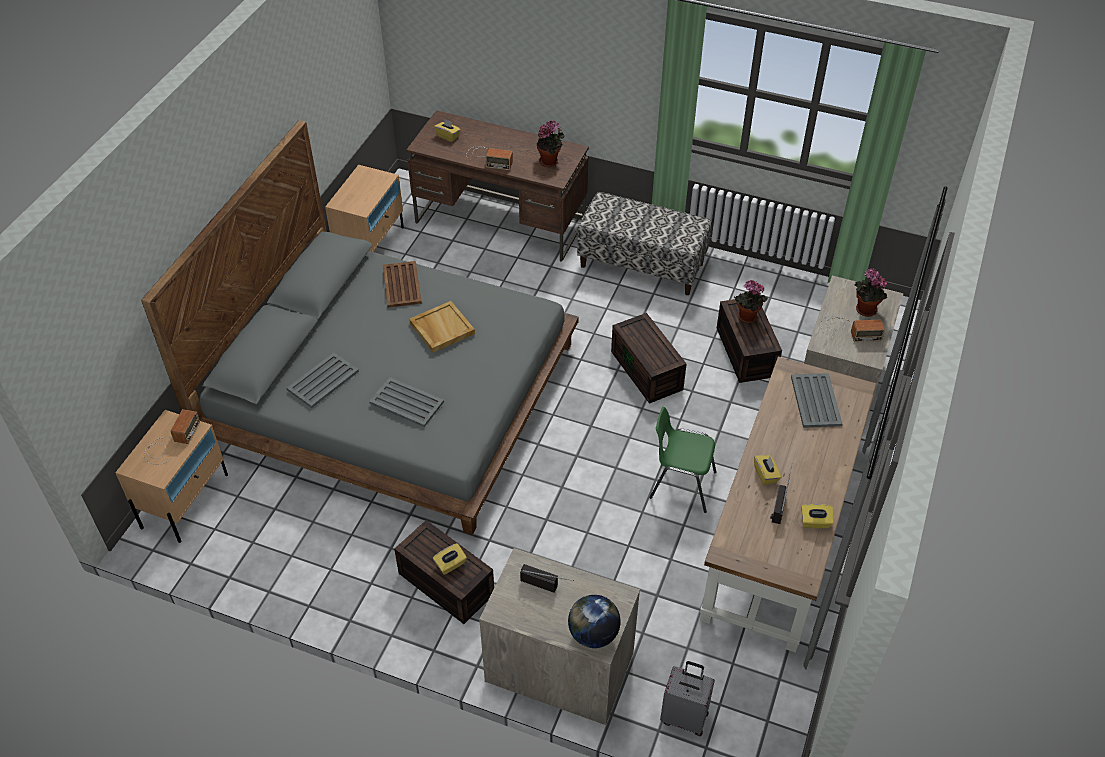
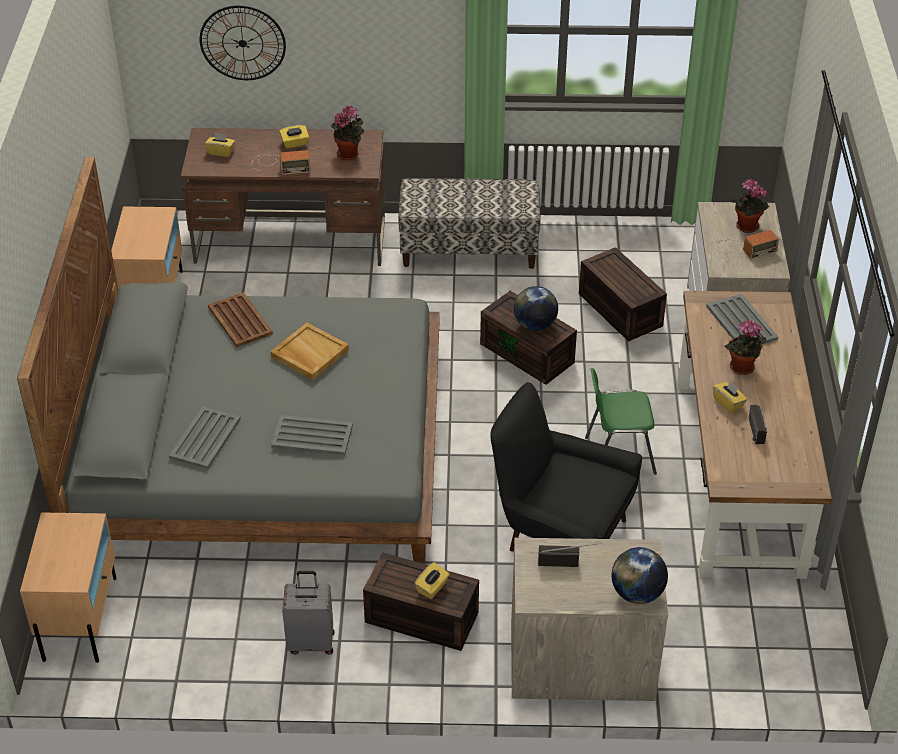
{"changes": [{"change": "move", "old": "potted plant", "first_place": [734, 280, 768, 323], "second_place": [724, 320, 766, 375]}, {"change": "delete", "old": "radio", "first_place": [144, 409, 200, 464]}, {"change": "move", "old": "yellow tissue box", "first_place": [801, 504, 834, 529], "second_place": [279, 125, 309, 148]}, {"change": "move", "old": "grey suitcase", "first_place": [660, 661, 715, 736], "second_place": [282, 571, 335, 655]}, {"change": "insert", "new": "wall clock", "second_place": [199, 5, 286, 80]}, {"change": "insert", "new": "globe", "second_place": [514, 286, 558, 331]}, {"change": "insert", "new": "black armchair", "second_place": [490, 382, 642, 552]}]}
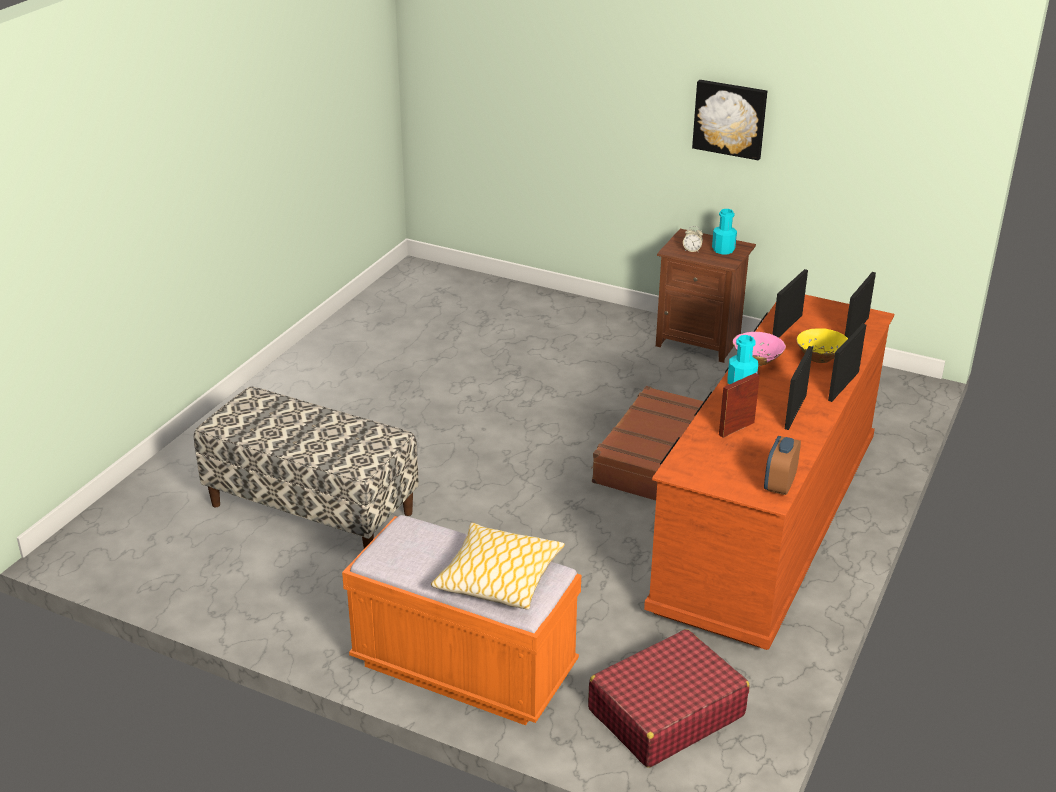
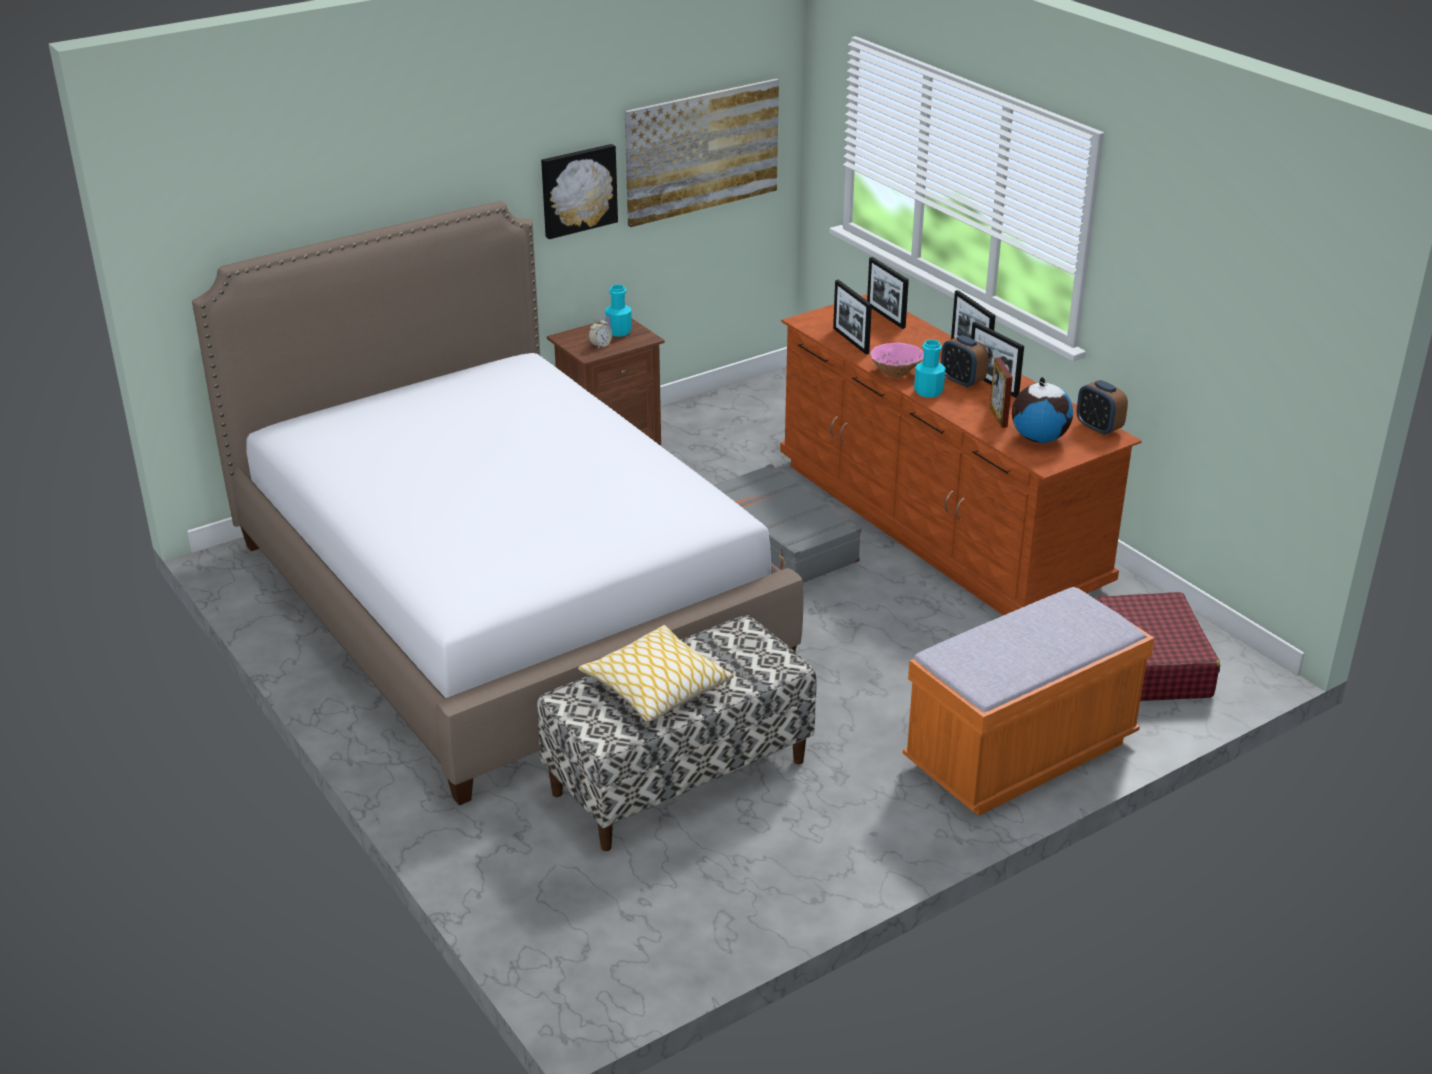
{"changes": [{"change": "delete", "old": "yellow bowl", "first_place": [796, 328, 848, 363]}, {"change": "recolor", "old": "brown suitcase", "new": "grey suitcase", "first_place": [591, 386, 704, 500], "second_place": [714, 464, 861, 583]}, {"change": "move", "old": "pillow", "first_place": [431, 523, 565, 610], "second_place": [578, 625, 734, 722]}, {"change": "insert", "new": "picture", "second_place": [625, 78, 779, 227]}, {"change": "insert", "new": "bed", "second_place": [192, 201, 803, 805]}, {"change": "insert", "new": "alarm clock", "second_place": [941, 335, 988, 388]}, {"change": "insert", "new": "globe", "second_place": [1012, 377, 1073, 443]}]}
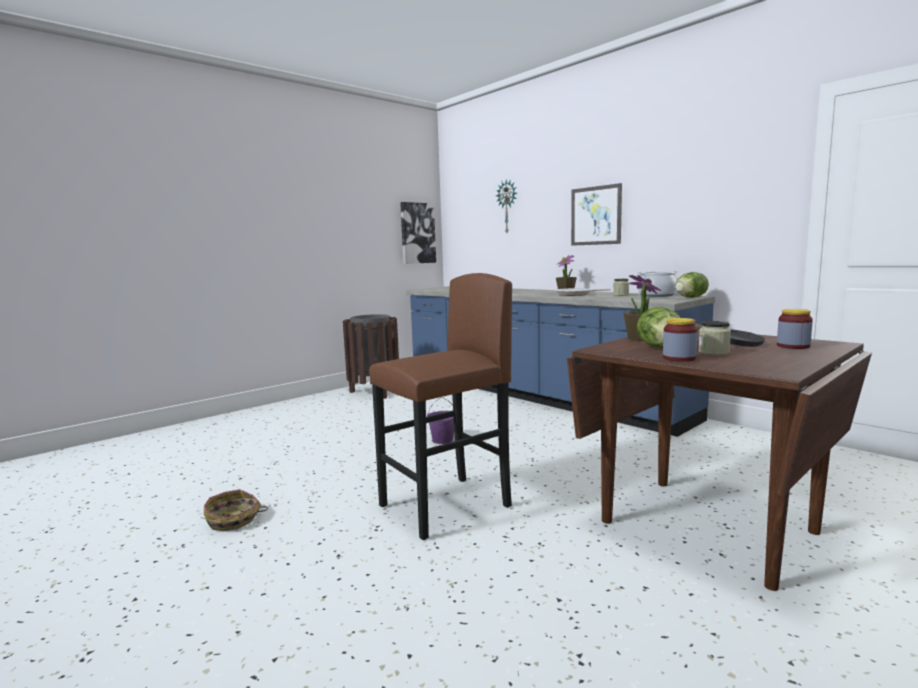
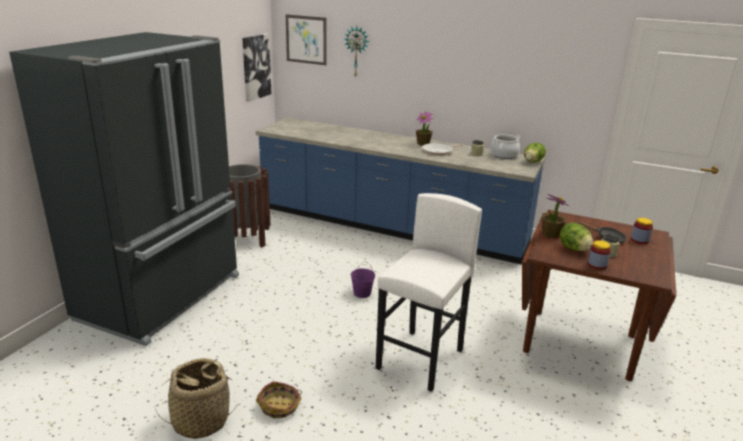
{"changes": [{"change": "move", "old": "picture", "first_place": [571, 183, 622, 246], "second_place": [286, 14, 327, 65]}, {"change": "recolor", "old": "brown stool", "new": "white stool", "first_place": [369, 273, 512, 540], "second_place": [376, 193, 482, 392]}, {"change": "insert", "new": "black fridge", "second_place": [9, 32, 239, 346]}, {"change": "insert", "new": "basket", "second_place": [154, 358, 236, 439]}]}
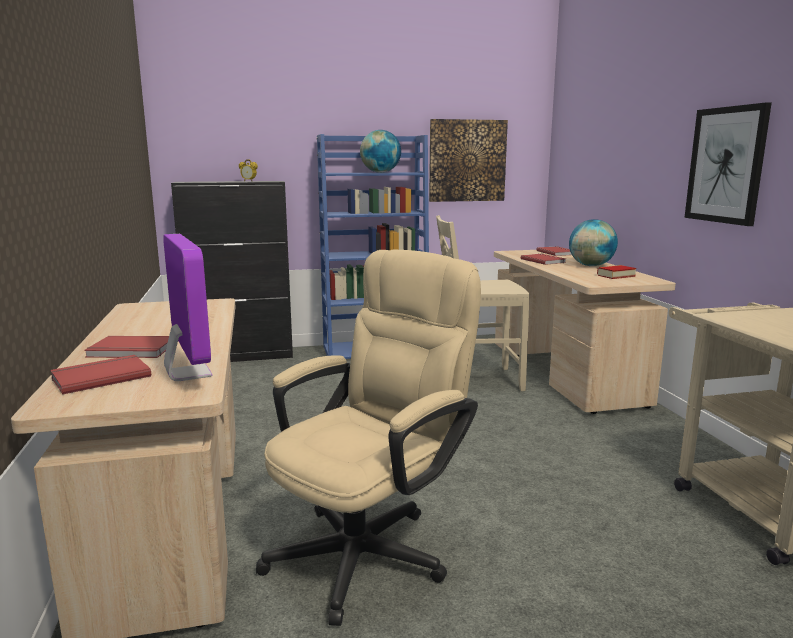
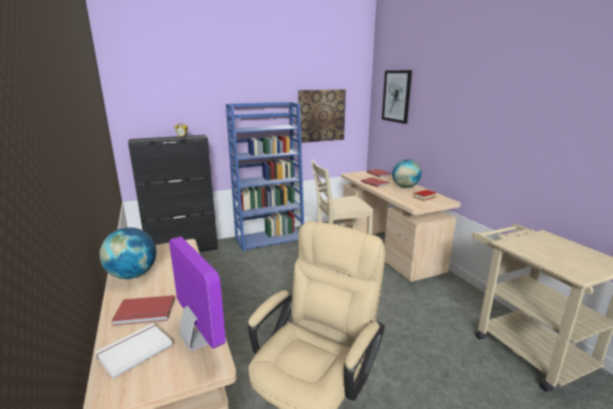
{"changes": [{"change": "move", "old": "picture", "first_place": [684, 102, 772, 226], "second_place": [382, 70, 412, 124]}, {"change": "move", "old": "globe", "first_place": [360, 130, 401, 173], "second_place": [100, 227, 157, 279]}, {"change": "recolor", "old": "red book", "new": "white book", "first_place": [50, 355, 151, 395], "second_place": [95, 323, 173, 379]}]}
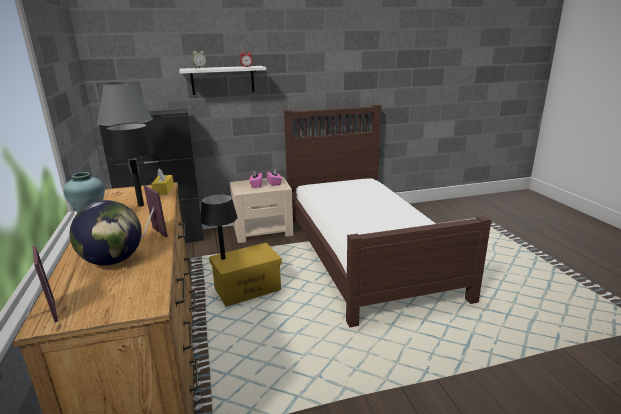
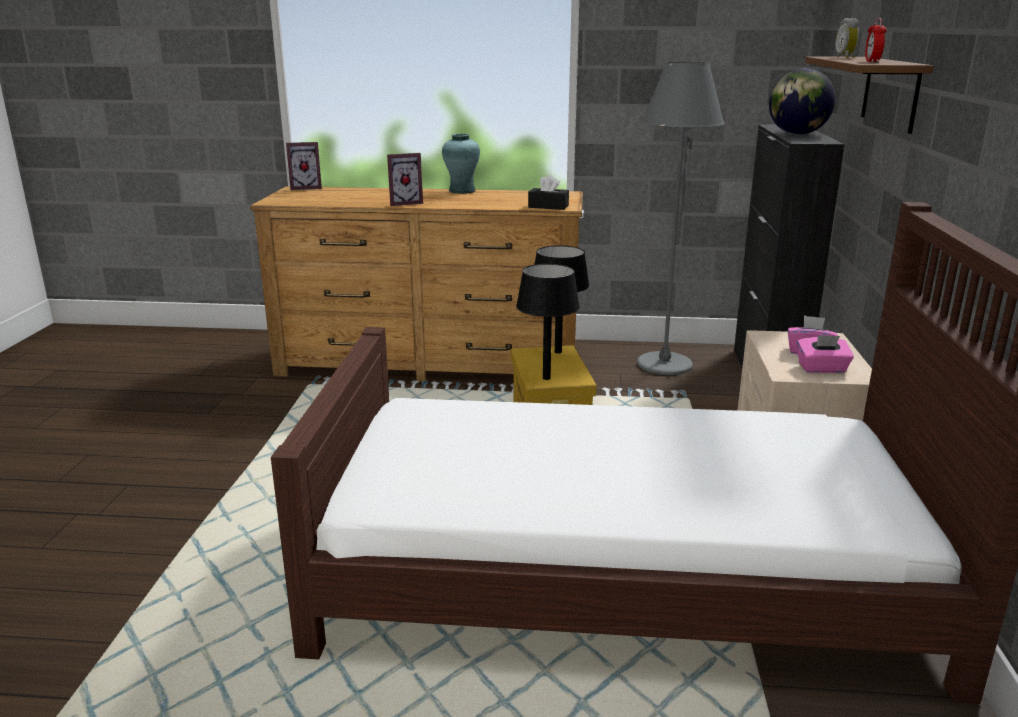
{"changes": [{"change": "recolor", "old": "white shelf", "new": "brown shelf", "first_place": [179, 66, 266, 95], "second_place": [805, 56, 933, 134]}, {"change": "move", "old": "black table lamp", "first_place": [106, 123, 156, 207], "second_place": [516, 264, 580, 380]}, {"change": "recolor", "old": "yellow tissue box", "new": "black tissue box", "first_place": [151, 169, 174, 195], "second_place": [528, 174, 569, 210]}, {"change": "move", "old": "globe", "first_place": [70, 200, 142, 266], "second_place": [769, 68, 835, 135]}]}
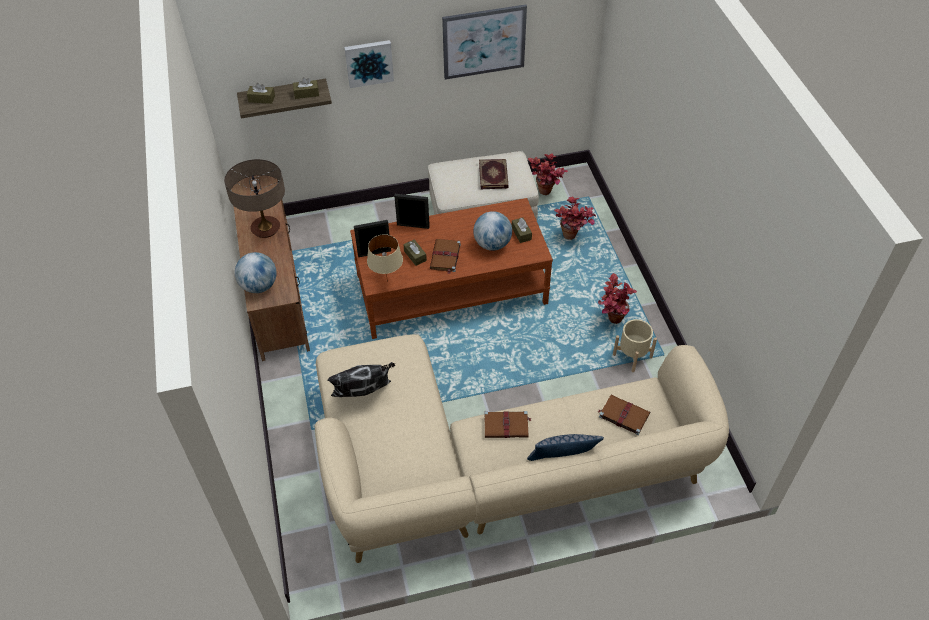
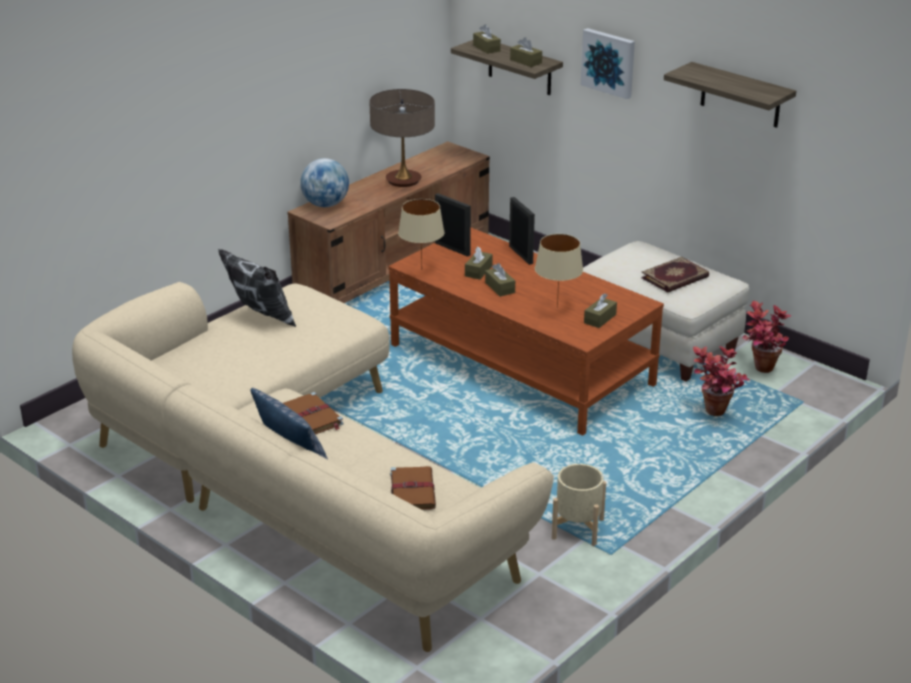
{"changes": [{"change": "replace", "old": "picture", "new": "shelf", "first_place": [442, 4, 527, 80], "second_place": [664, 62, 796, 128]}, {"change": "replace", "old": "globe", "new": "beige table lamp", "first_place": [473, 211, 512, 251], "second_place": [535, 234, 583, 308]}, {"change": "replace", "old": "brown book", "new": "brown tissue box", "first_place": [430, 239, 461, 274], "second_place": [485, 263, 515, 297]}, {"change": "delete", "old": "potted plant", "first_place": [598, 273, 637, 324]}]}
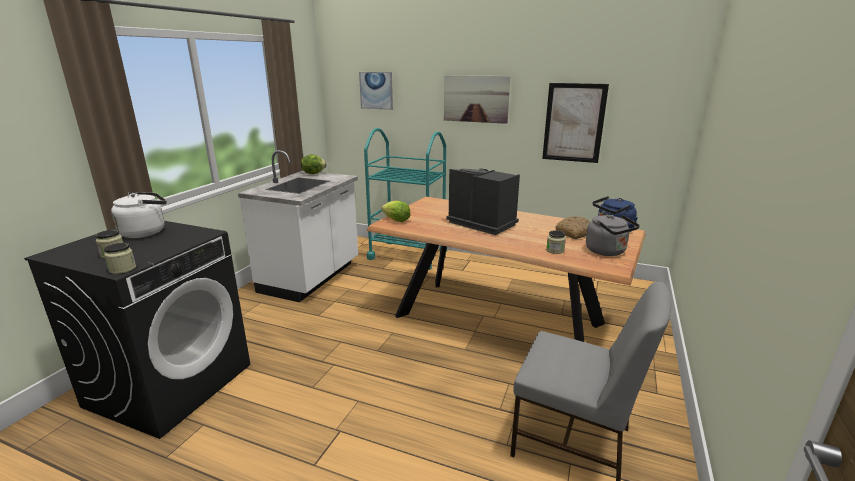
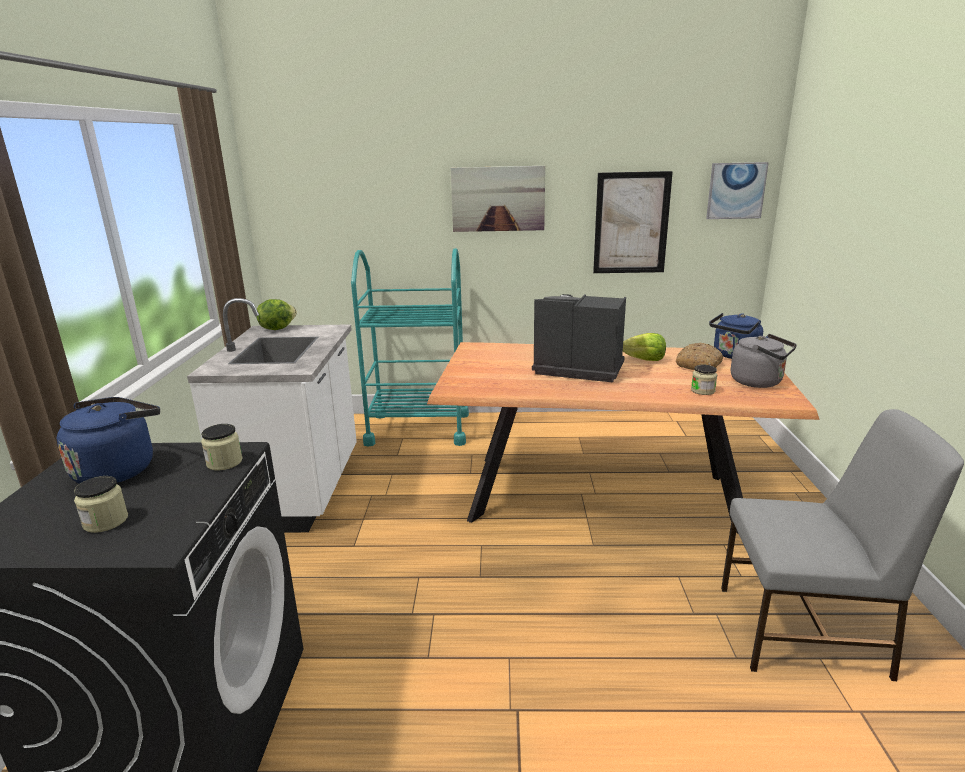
{"changes": [{"change": "move", "old": "picture", "first_place": [359, 72, 393, 110], "second_place": [706, 162, 769, 219]}, {"change": "recolor", "old": "white kettle", "new": "blue kettle", "first_place": [111, 192, 166, 238], "second_place": [57, 397, 160, 484]}, {"change": "move", "old": "lettuce", "first_place": [381, 200, 410, 222], "second_place": [623, 333, 666, 361]}, {"change": "move", "old": "jar", "first_place": [104, 243, 136, 274], "second_place": [201, 424, 242, 470]}]}
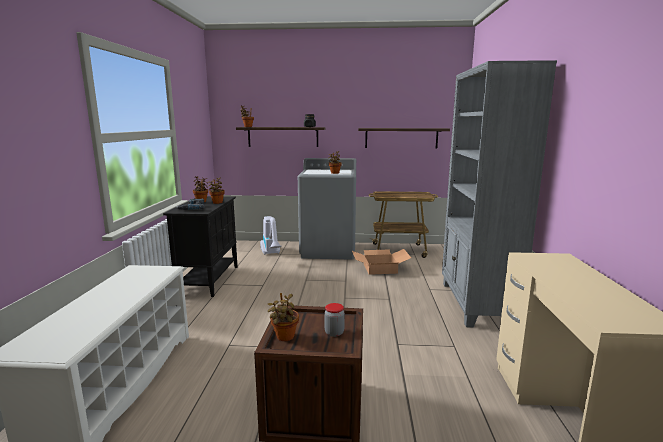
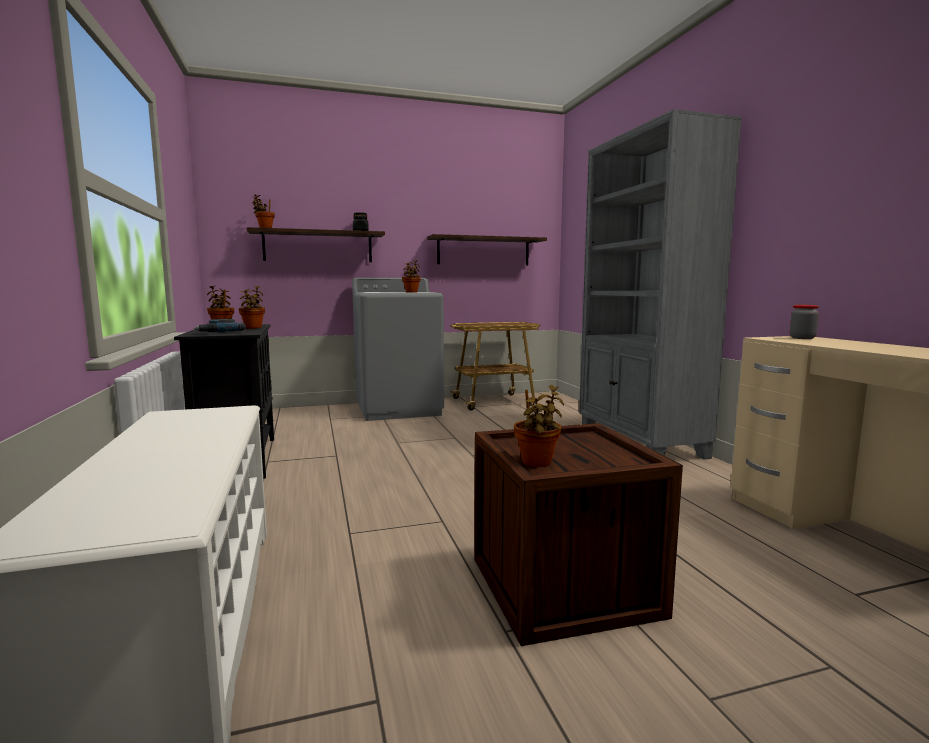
{"changes": [{"change": "delete", "old": "vacuum cleaner", "first_place": [260, 216, 282, 255]}, {"change": "delete", "old": "cardboard box", "first_place": [352, 249, 411, 275]}, {"change": "move", "old": "jar", "first_place": [325, 303, 345, 337], "second_place": [790, 305, 819, 339]}]}
